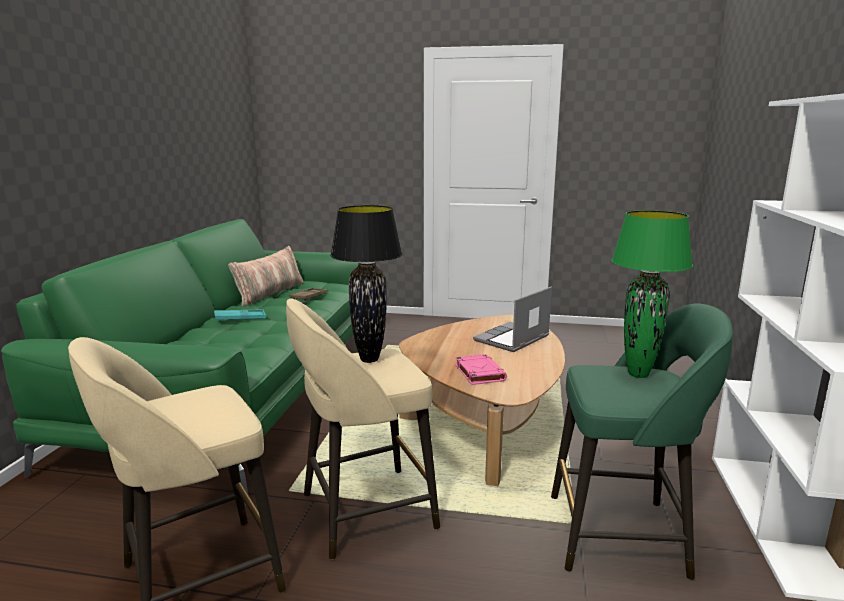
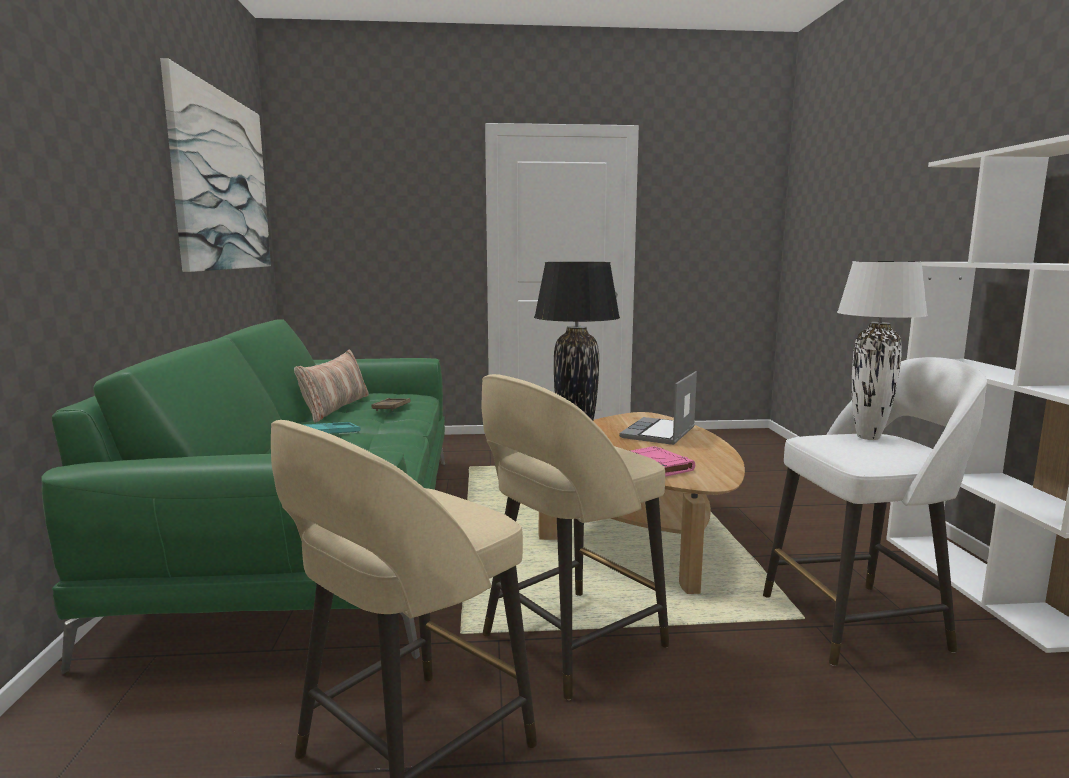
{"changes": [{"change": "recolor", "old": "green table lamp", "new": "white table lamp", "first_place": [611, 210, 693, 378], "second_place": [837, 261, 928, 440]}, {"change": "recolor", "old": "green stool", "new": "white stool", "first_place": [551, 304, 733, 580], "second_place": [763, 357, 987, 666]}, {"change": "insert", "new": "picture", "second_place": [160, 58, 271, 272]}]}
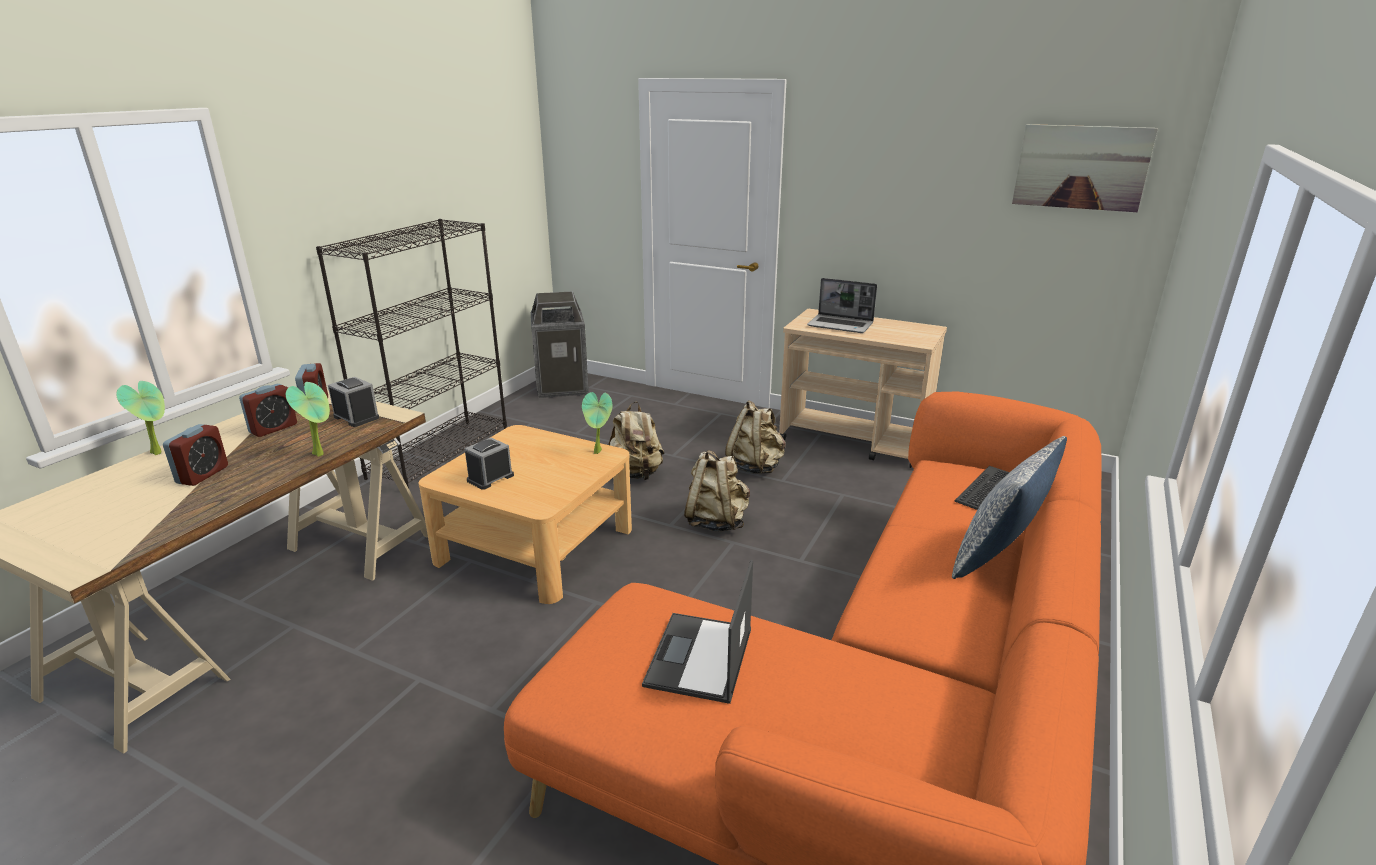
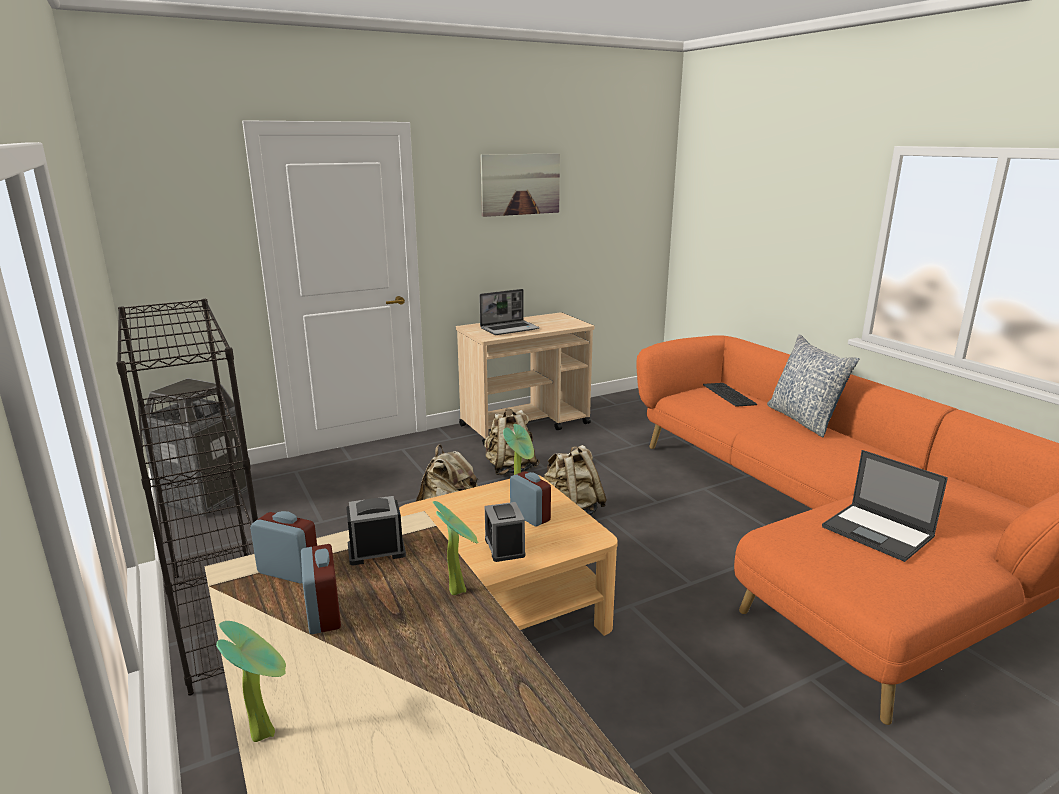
{"changes": [{"change": "move", "old": "picture", "first_place": [1012, 124, 1158, 212], "second_place": [480, 153, 560, 217]}, {"change": "move", "old": "alarm clock", "first_place": [163, 424, 228, 486], "second_place": [510, 471, 551, 526]}]}
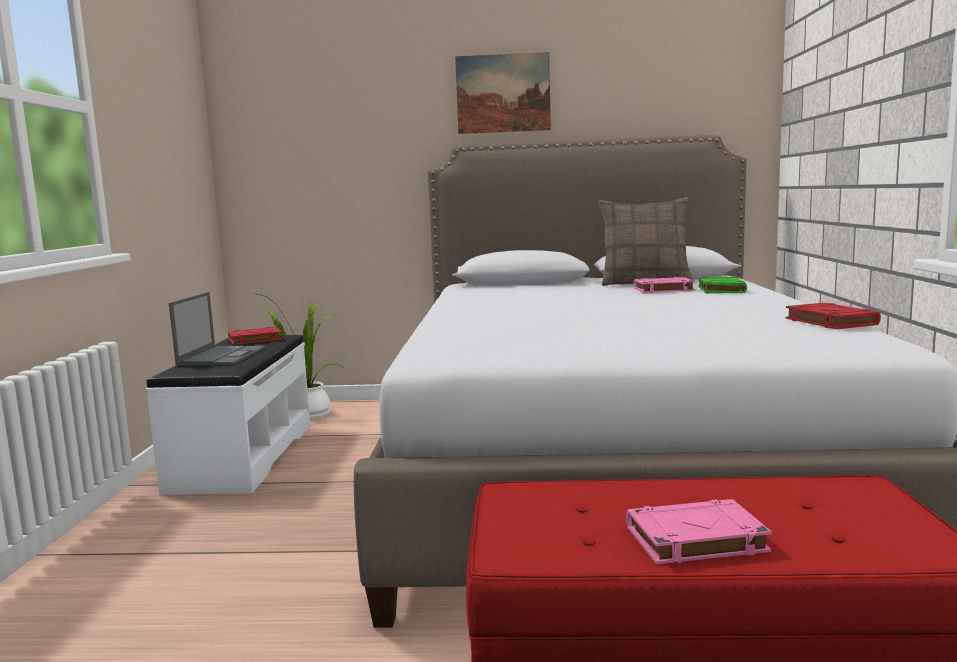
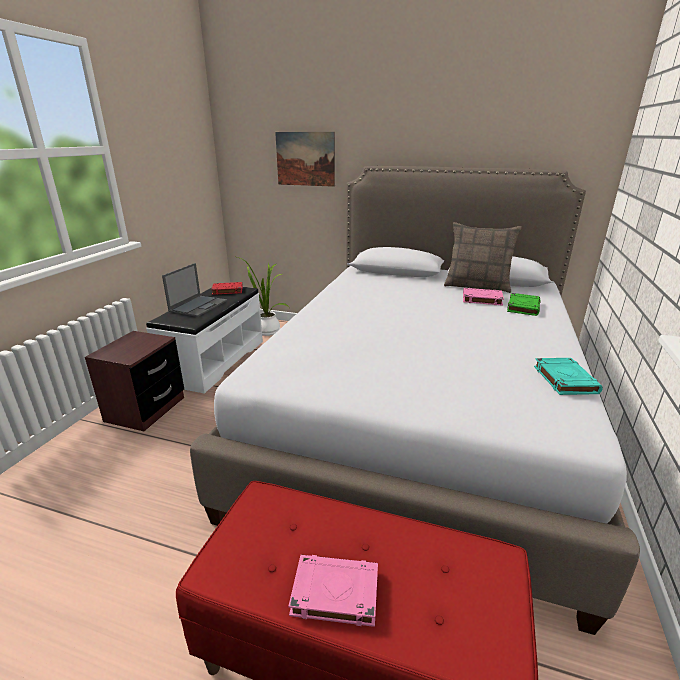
{"changes": [{"change": "move", "old": "picture", "first_place": [455, 52, 551, 134], "second_place": [275, 132, 335, 187]}, {"change": "recolor", "old": "red book", "new": "turquoise book", "first_place": [785, 303, 881, 329], "second_place": [534, 358, 603, 395]}, {"change": "insert", "new": "brown nightstand", "second_place": [85, 331, 184, 431]}]}
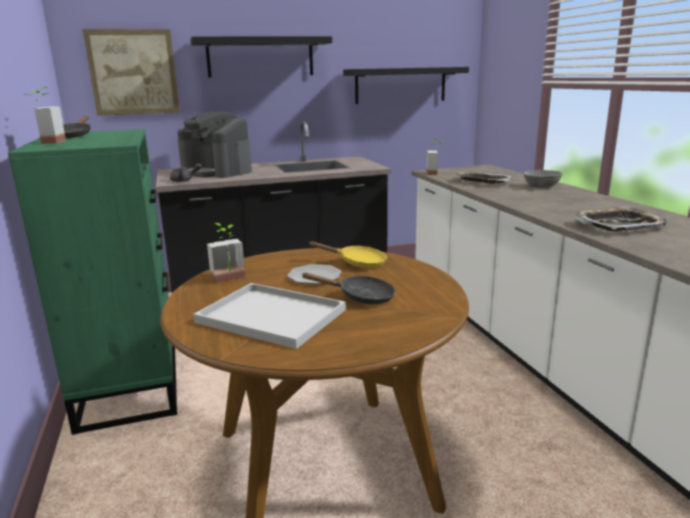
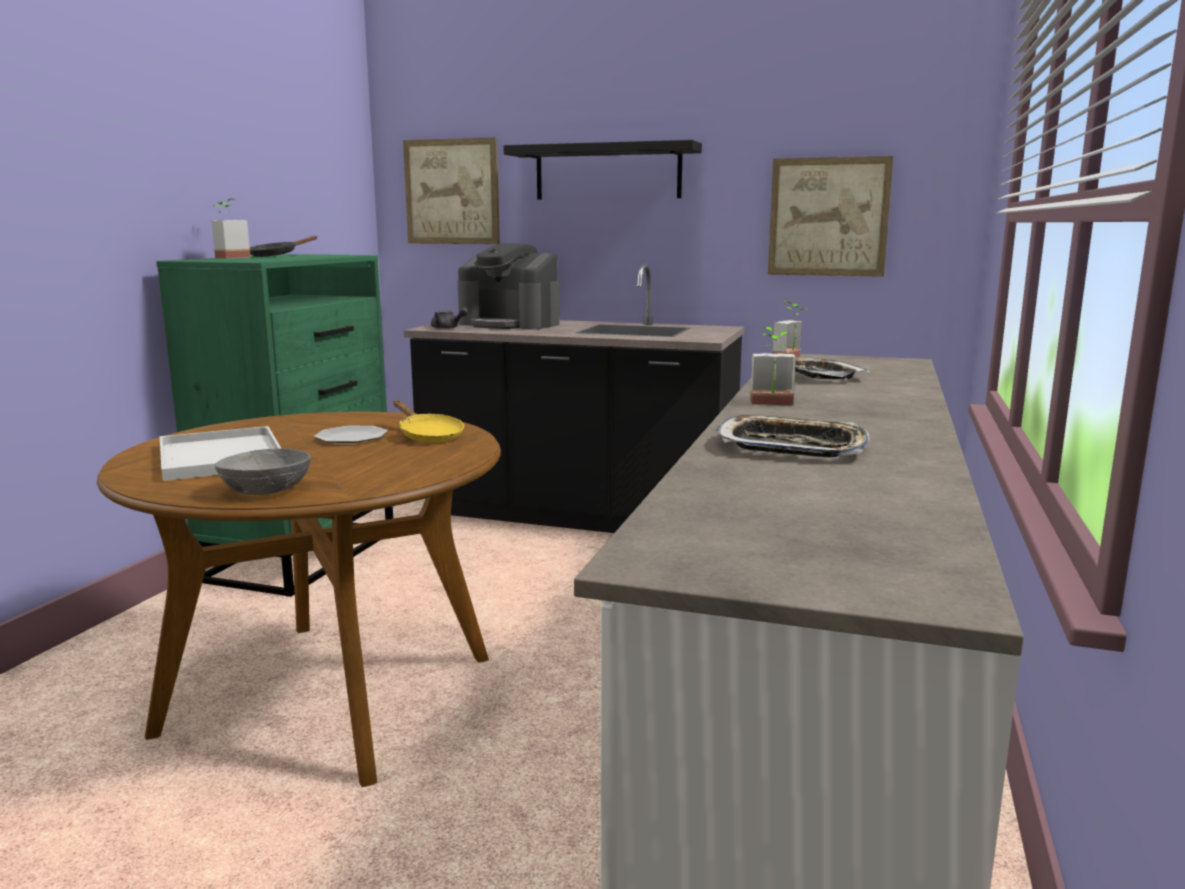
{"changes": [{"change": "replace", "old": "black shelf", "new": "picture", "first_place": [343, 67, 469, 104], "second_place": [768, 156, 893, 277]}, {"change": "rotate", "old": "coffee machine", "first_place": [178, 111, 252, 178], "second_place": [458, 243, 560, 330], "degrees": -45}, {"change": "move", "old": "grey bowl", "first_place": [523, 170, 563, 188], "second_place": [215, 448, 311, 495]}, {"change": "move", "old": "potted plant", "first_place": [207, 223, 245, 283], "second_place": [750, 327, 796, 405]}, {"change": "delete", "old": "black frying pan", "first_place": [301, 273, 395, 304]}]}
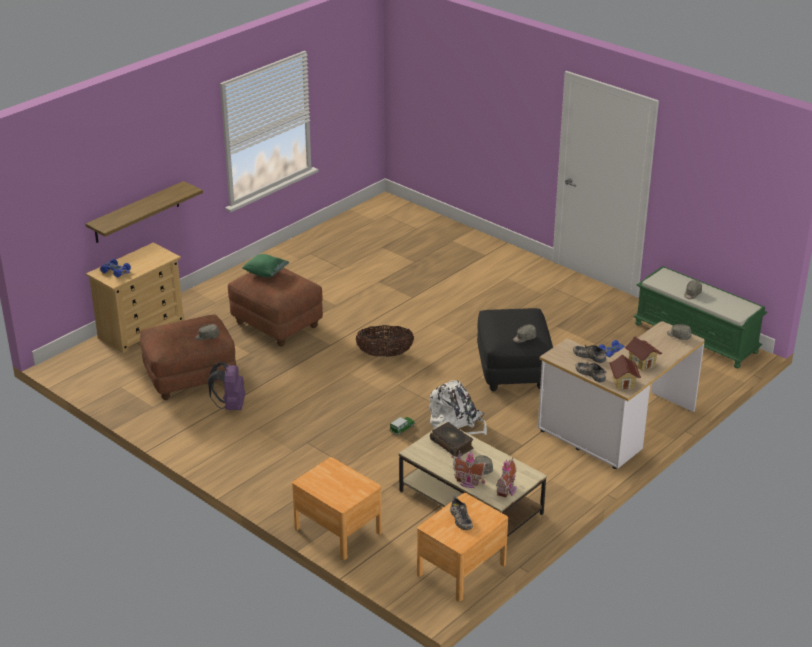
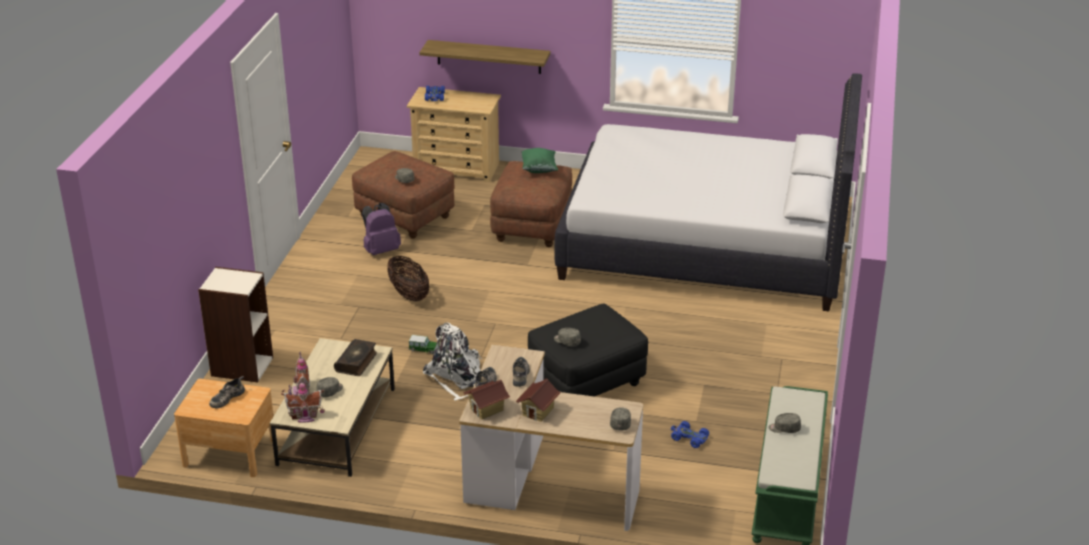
{"changes": [{"change": "move", "old": "basket", "first_place": [356, 325, 414, 357], "second_place": [388, 256, 429, 301]}, {"change": "replace", "old": "brown nightstand", "new": "bookcase", "first_place": [292, 457, 382, 560], "second_place": [198, 267, 273, 383]}, {"change": "insert", "new": "white bed", "second_place": [554, 73, 862, 311]}]}
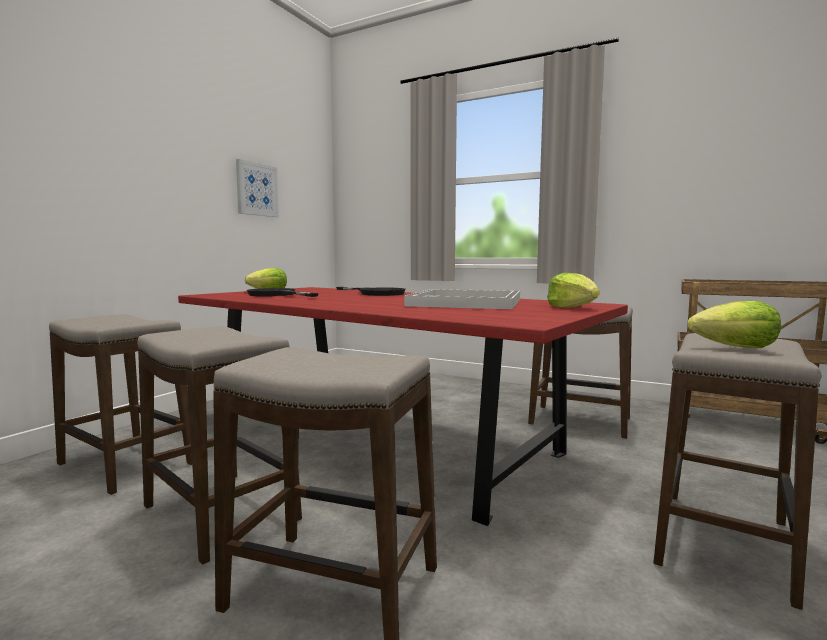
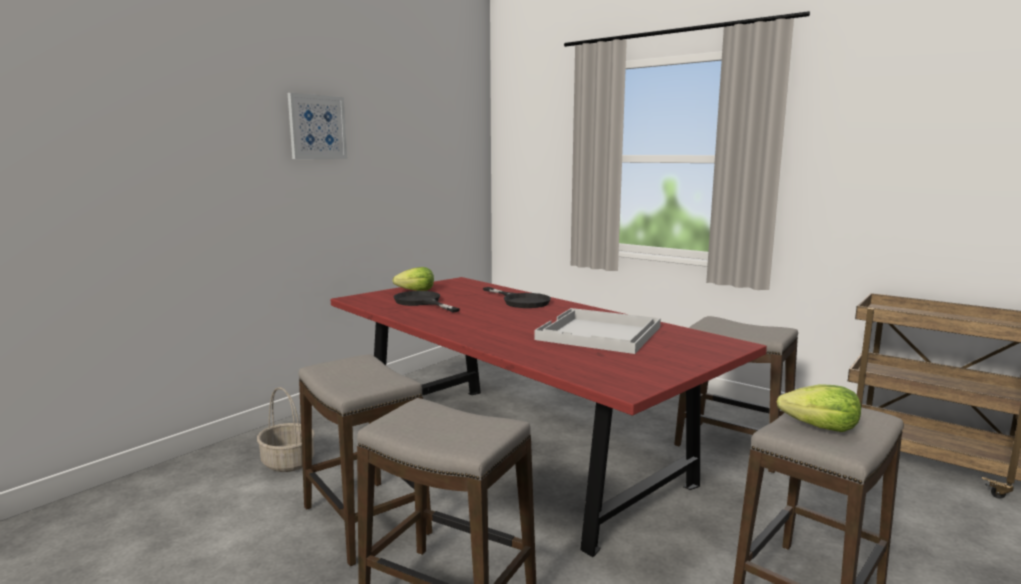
{"changes": [{"change": "move", "old": "picture", "first_place": [236, 159, 279, 217], "second_place": [288, 93, 347, 159]}, {"change": "delete", "old": "lettuce", "first_place": [547, 273, 600, 308]}, {"change": "replace", "old": "stool", "new": "basket", "first_place": [49, 314, 192, 495], "second_place": [257, 387, 315, 472]}]}
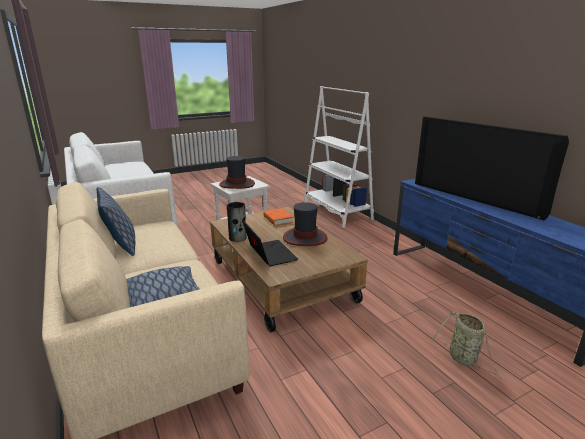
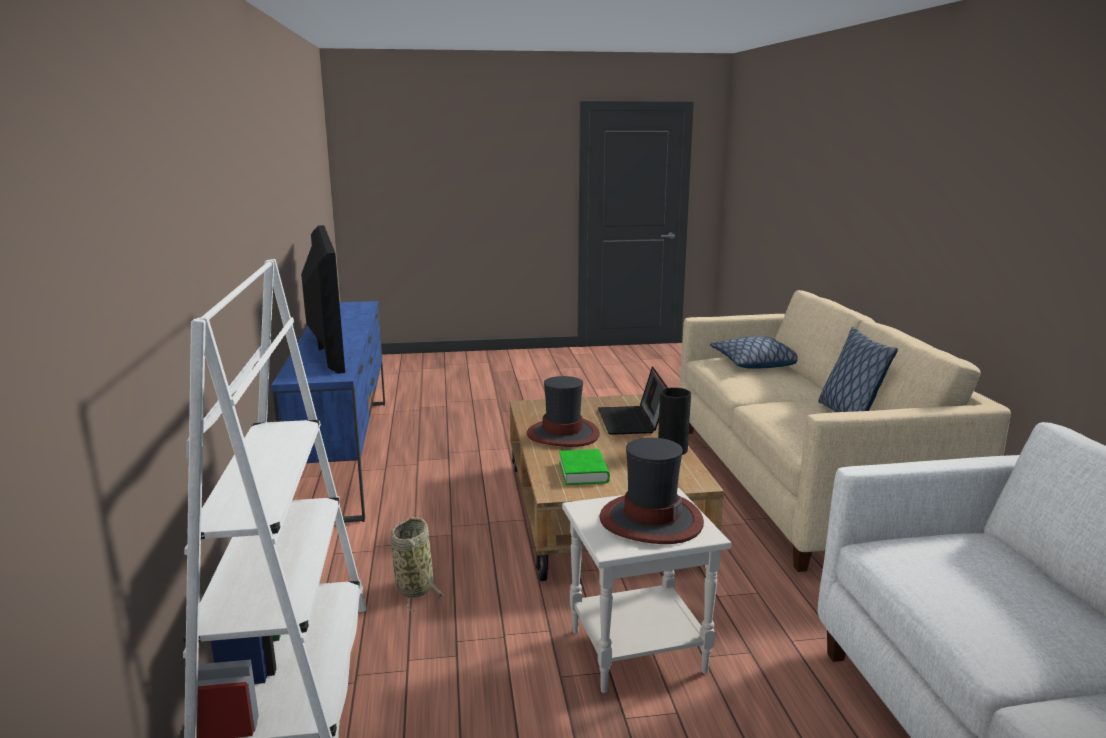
{"changes": [{"change": "recolor", "old": "orange book", "new": "green book", "first_place": [264, 208, 294, 226], "second_place": [559, 449, 610, 485]}, {"change": "move", "old": "basket", "first_place": [431, 312, 506, 381], "second_place": [390, 517, 445, 611]}]}
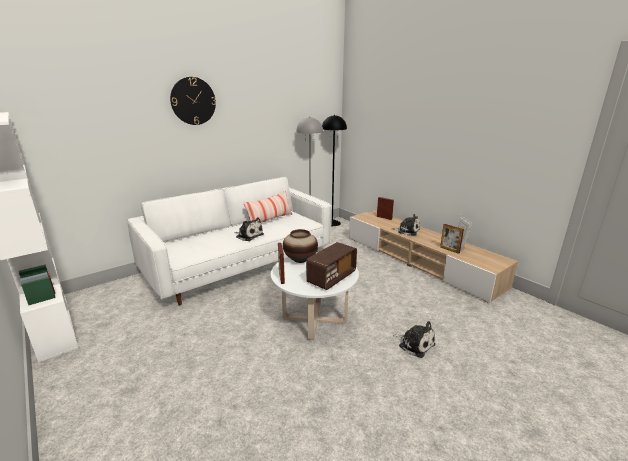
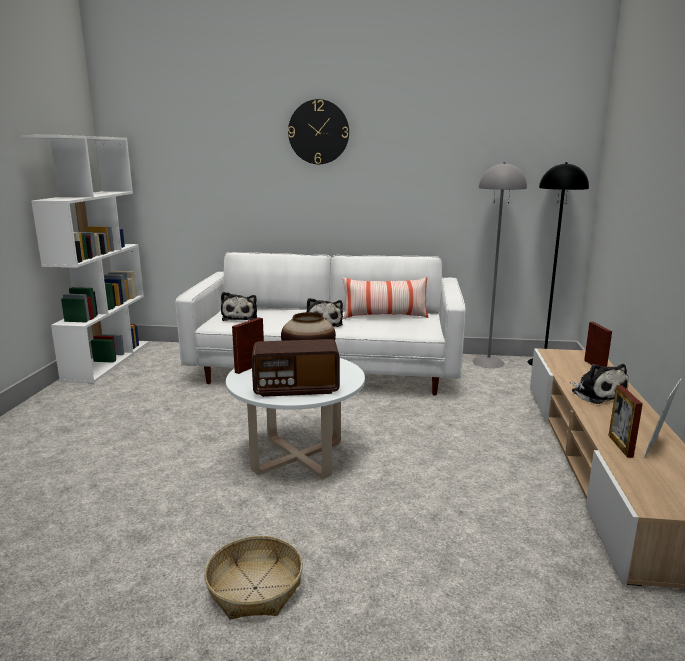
{"changes": [{"change": "move", "old": "plush toy", "first_place": [393, 321, 435, 358], "second_place": [221, 292, 257, 321]}, {"change": "insert", "new": "basket", "second_place": [204, 536, 303, 619]}]}
